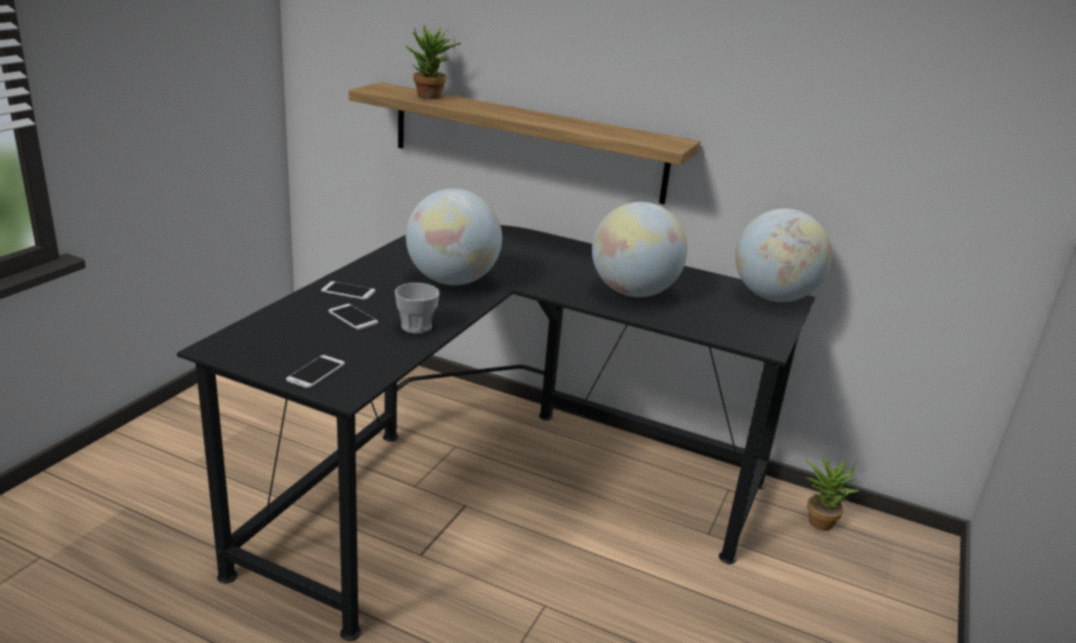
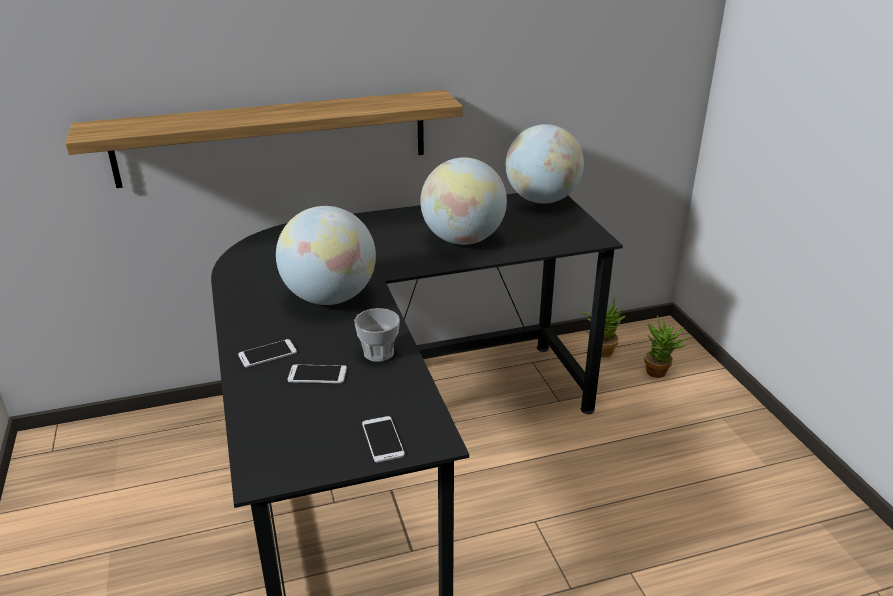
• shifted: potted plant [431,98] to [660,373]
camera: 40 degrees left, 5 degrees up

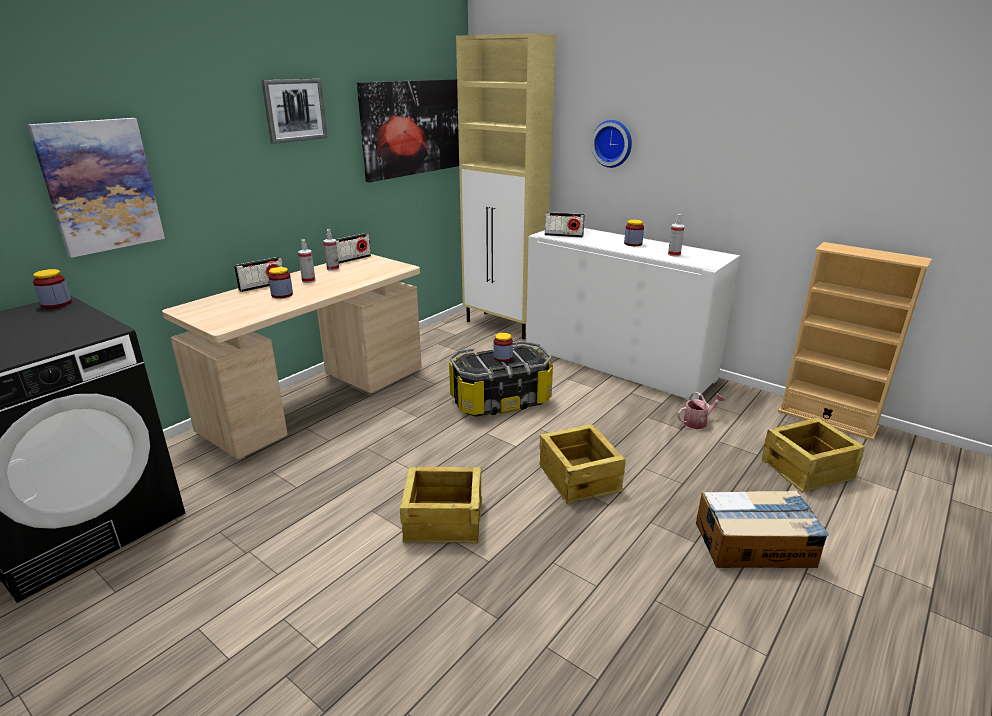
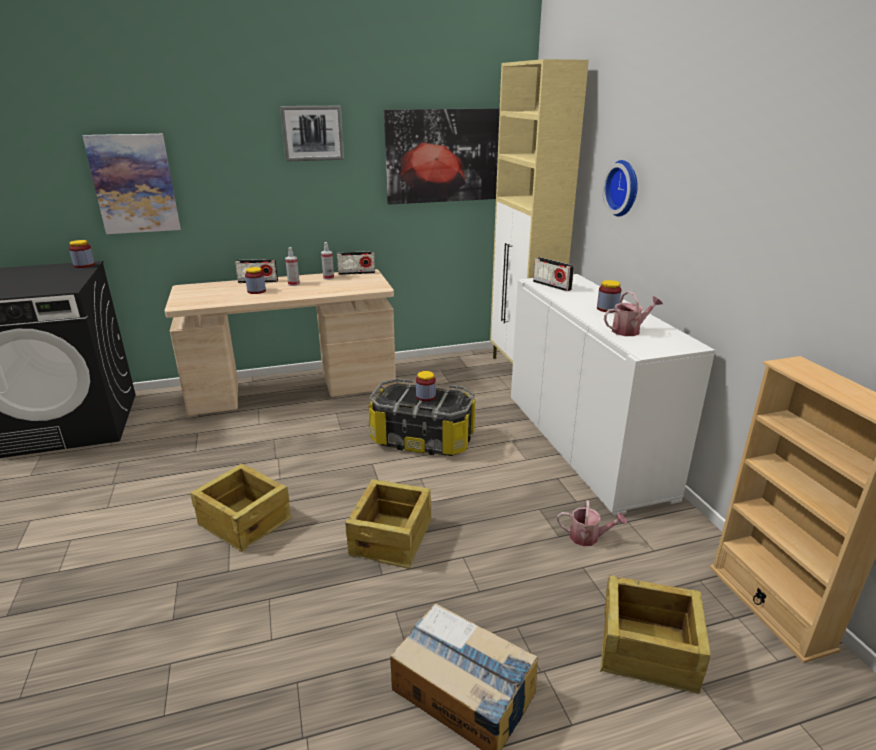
• swapped: spray bottle [674,254] to watering can [629,330]
camera: 35 degrees right, 0 degrees up

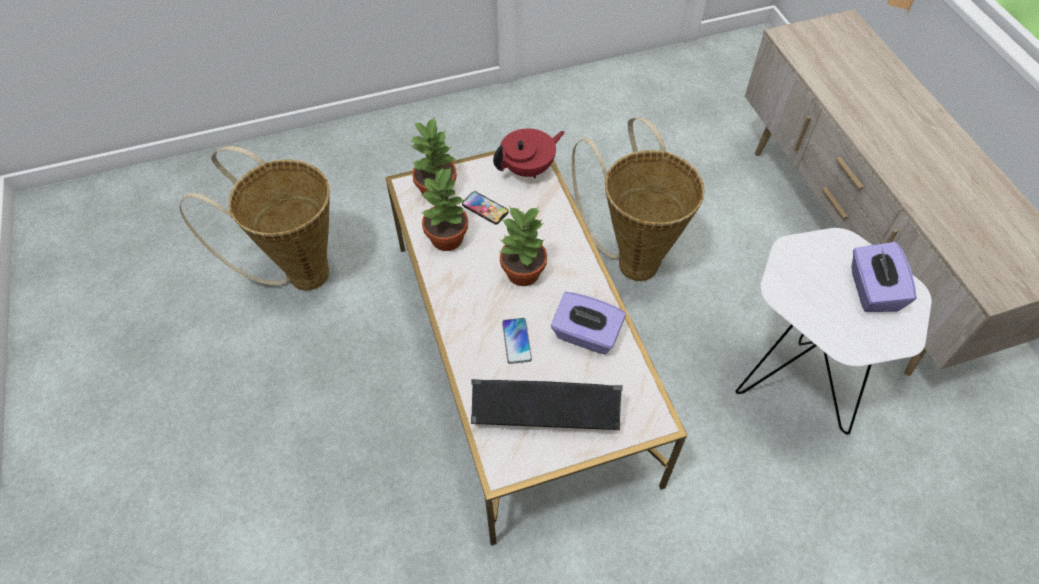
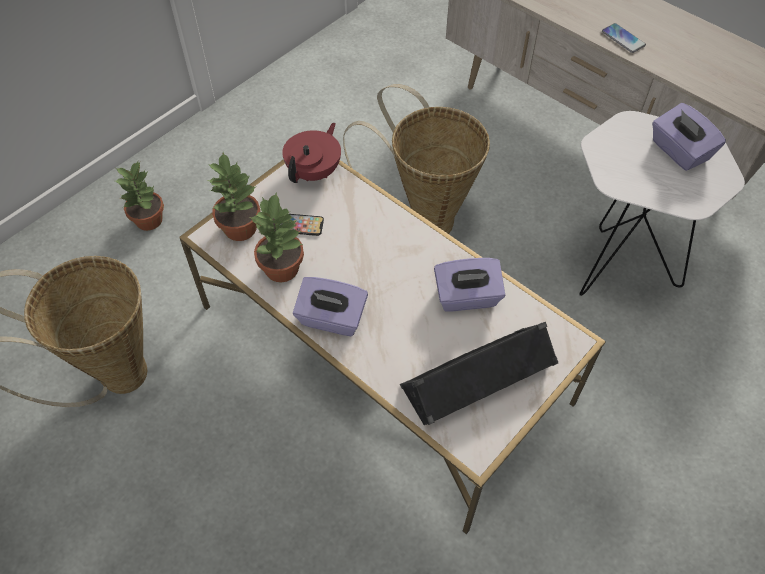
• shifted: potted plant [524,273] to [149,220]
• new: tissue box in purple [331,319]
• shifted: phone [516,341] to [623,39]
camera: 30 degrees left, 0 degrees up

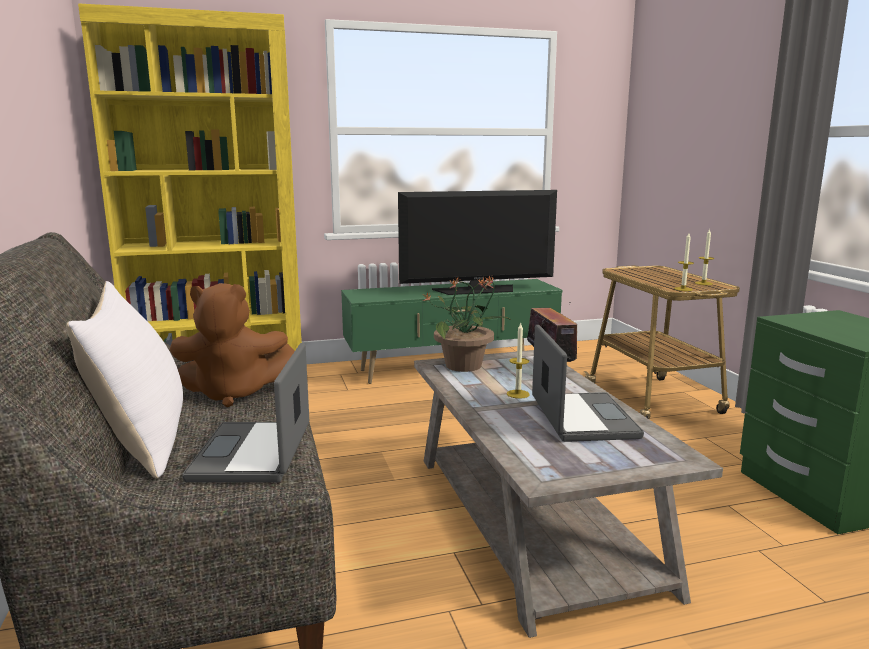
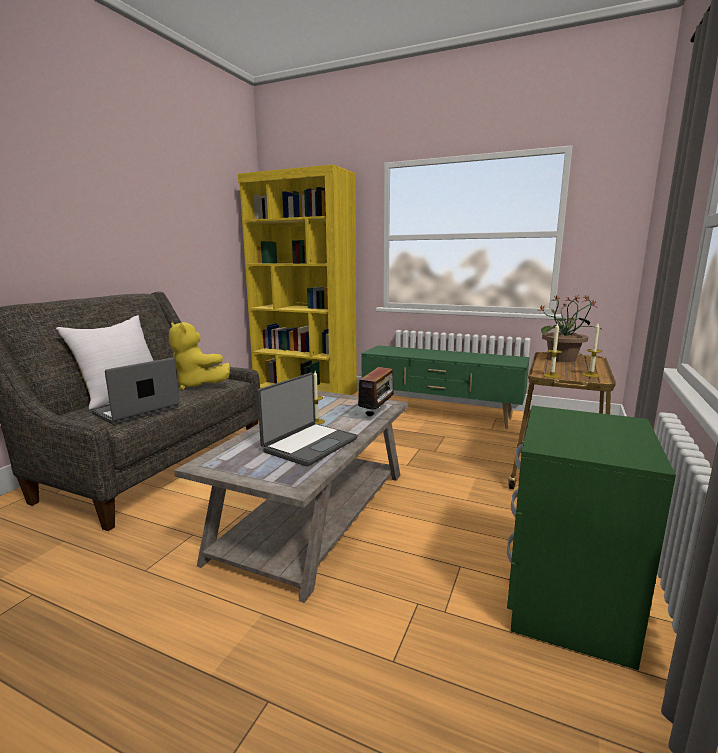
• repainted: plush toy in brown [234,394] to plush toy in yellow [198,385]
• shifted: potted plant [465,366] to [563,359]
• gone: television [477,290]
camera: 40 degrees right, 0 degrees up

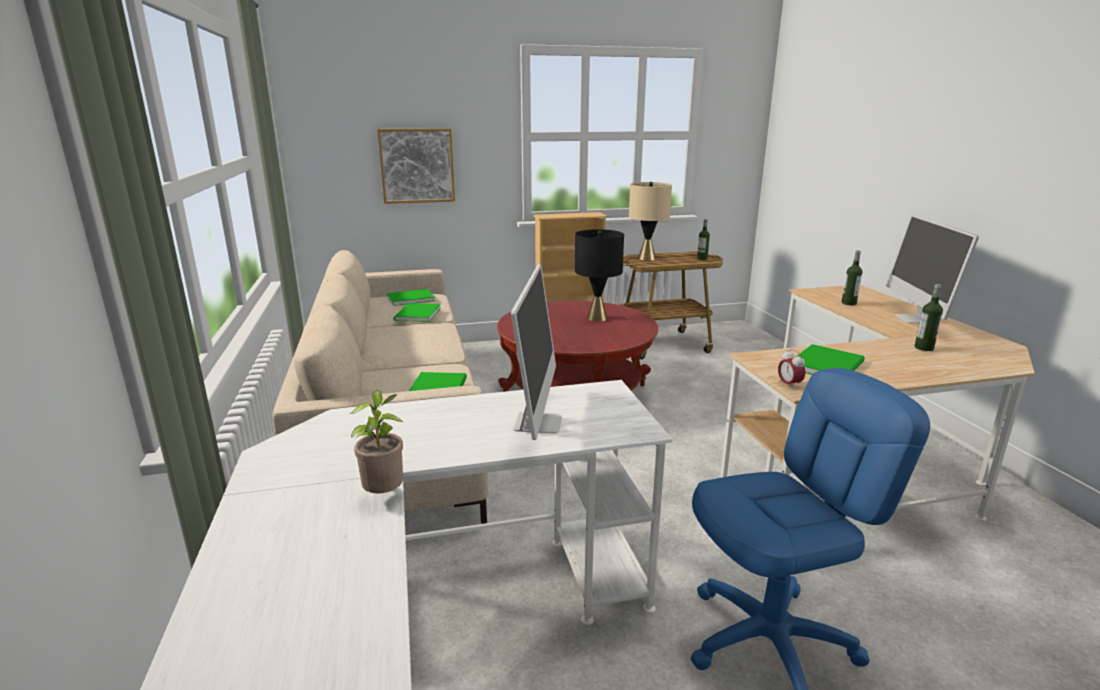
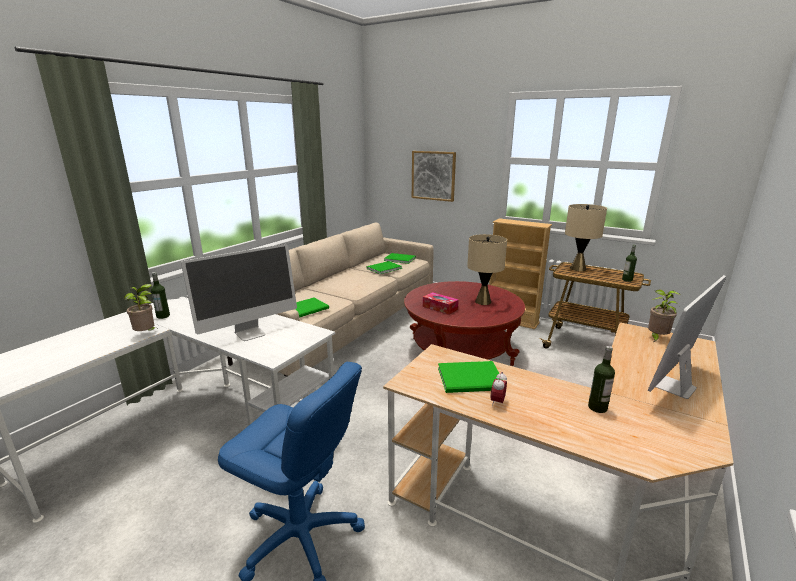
• shifted: bottle [848,303] to [163,316]
• new: tissue box [440,308]
• repainted: table lamp in black [597,318] to table lamp in beige [483,302]
• shifted: alarm clock [789,385] to [497,402]
• new: potted plant [656,338]
camera: 45 degrees right, 0 degrees up

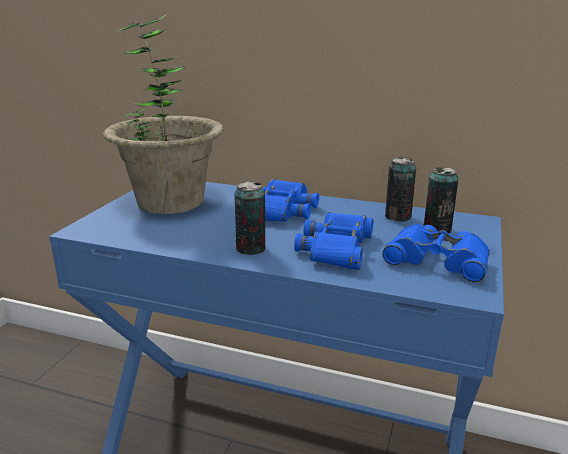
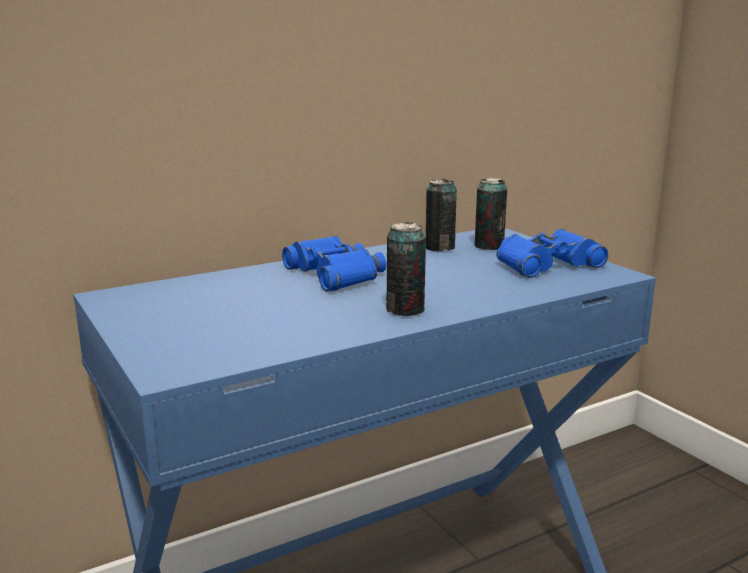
• gone: potted plant [170,202]
• gone: binoculars in blue [337,249]
camera: 50 degrees left, 5 degrees down

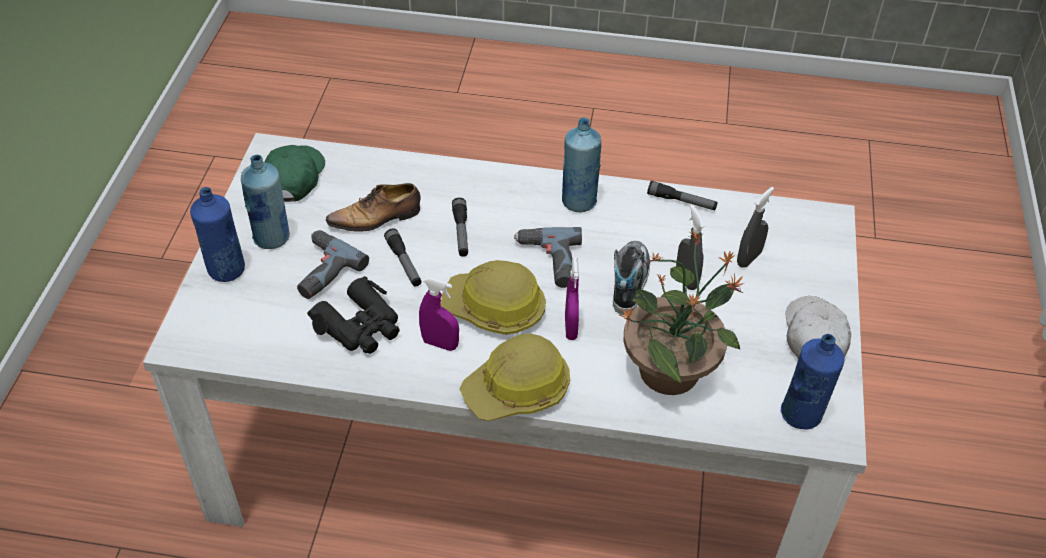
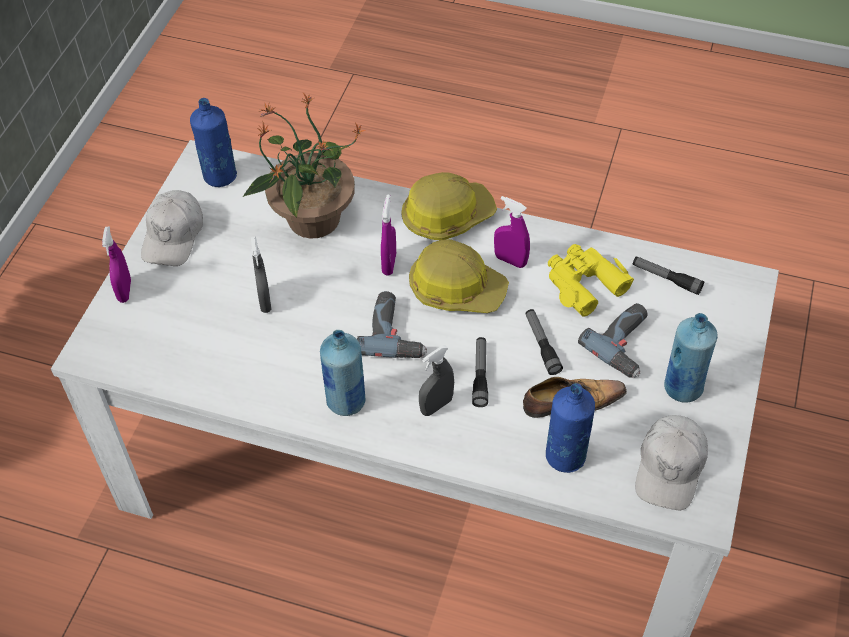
• new: spray bottle in purple [124,291]
• shifted: spray bottle in grey [749,258] to [436,406]
• shifted: bottle in blue [226,270] to [565,456]
• repainted: binoculars in black [360,326] to binoculars in yellow [583,283]
• shifted: flashlight [681,201] to [666,278]
• repainted: cap in green [293,178] to cap in white [670,468]
• gone: shoe [629,281]
camera: 170 degrees left, 5 degrees up

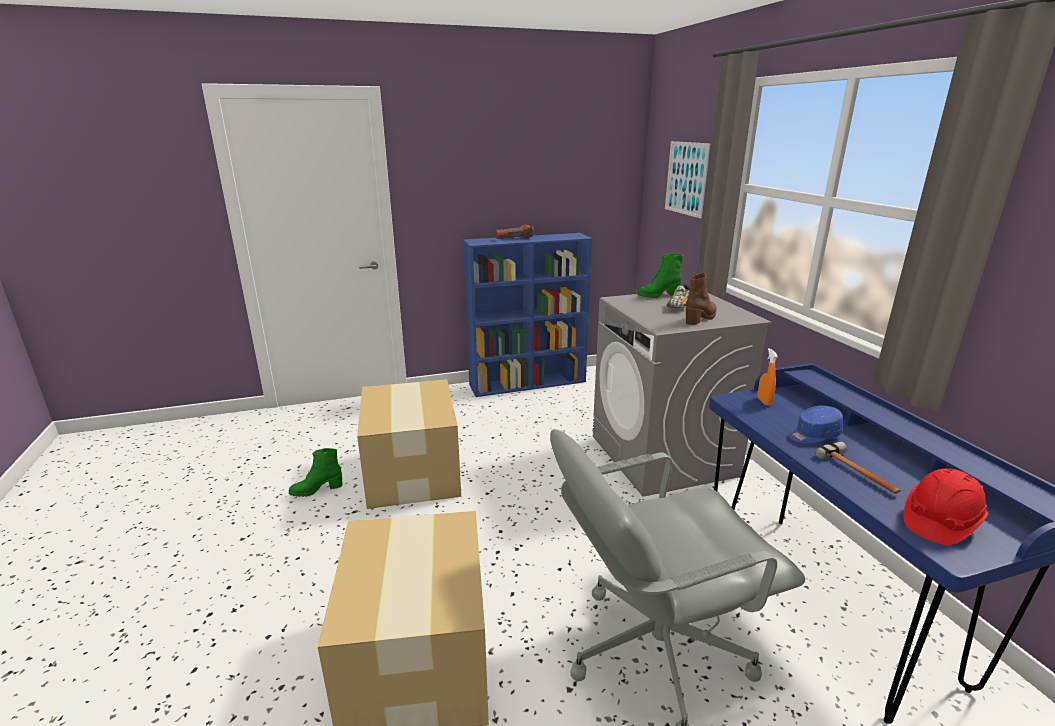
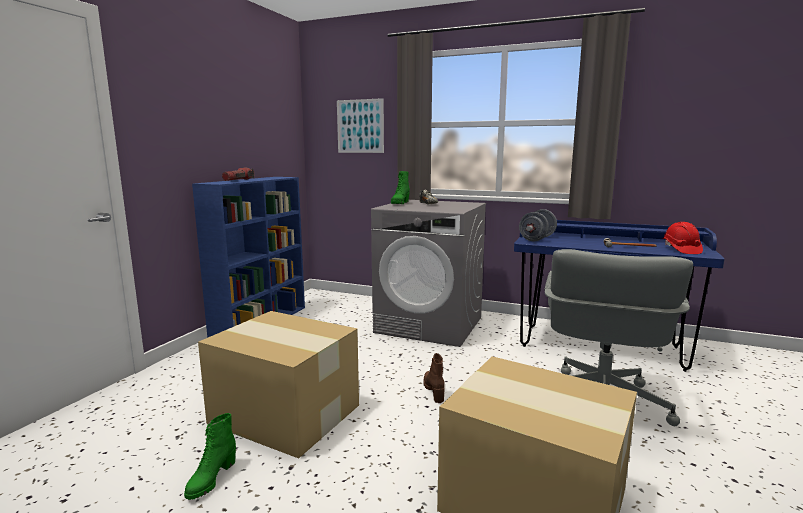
• shifted: boot in brown [701,318] to [434,391]
• swapped: spray bottle in orange [764,401] to dumbbell in grey [537,239]
• gone: cap in blue [813,435]
camera: 50 degrees left, 10 degrees down

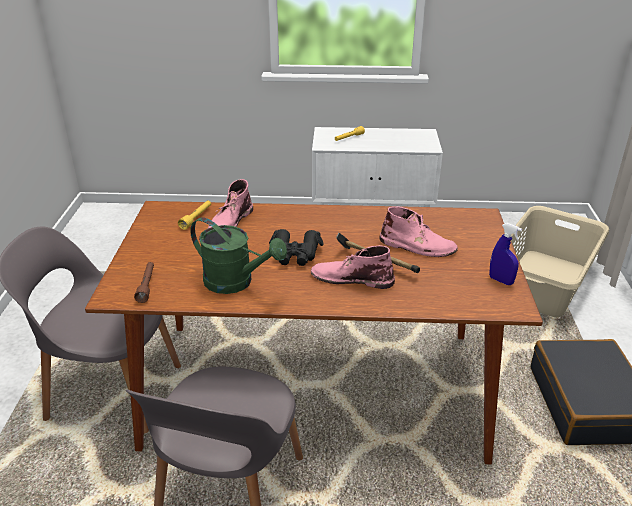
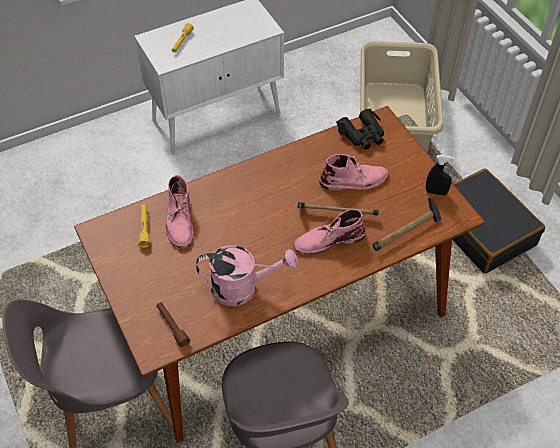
• repainted: watering can in green [236,282] to watering can in pink [243,287]
• shifted: binoculars in black [295,254] to [362,134]
• new: hammer [407,233]
• repainted: spray bottle in blue [501,280] to spray bottle in black [436,192]
camera: 30 degrees left, 20 degrees up

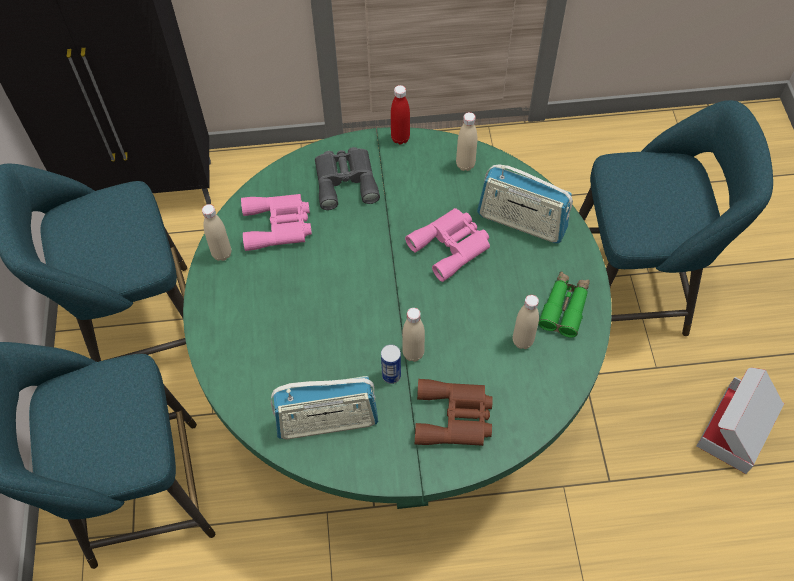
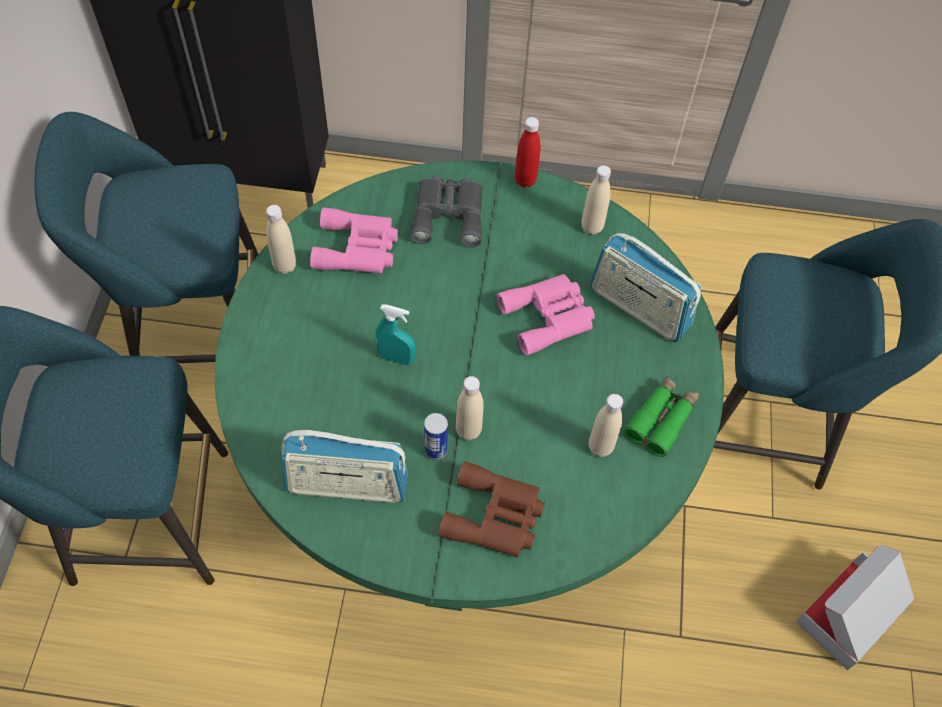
• new: spray bottle in turquoise [396,358]
camera: 10 degrees right, 0 degrees up

